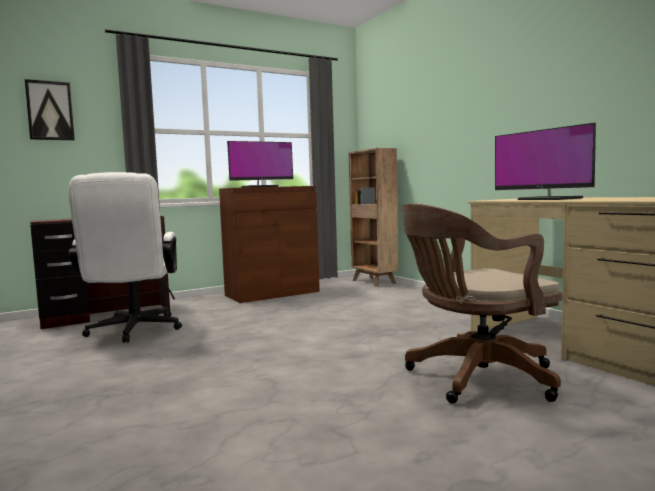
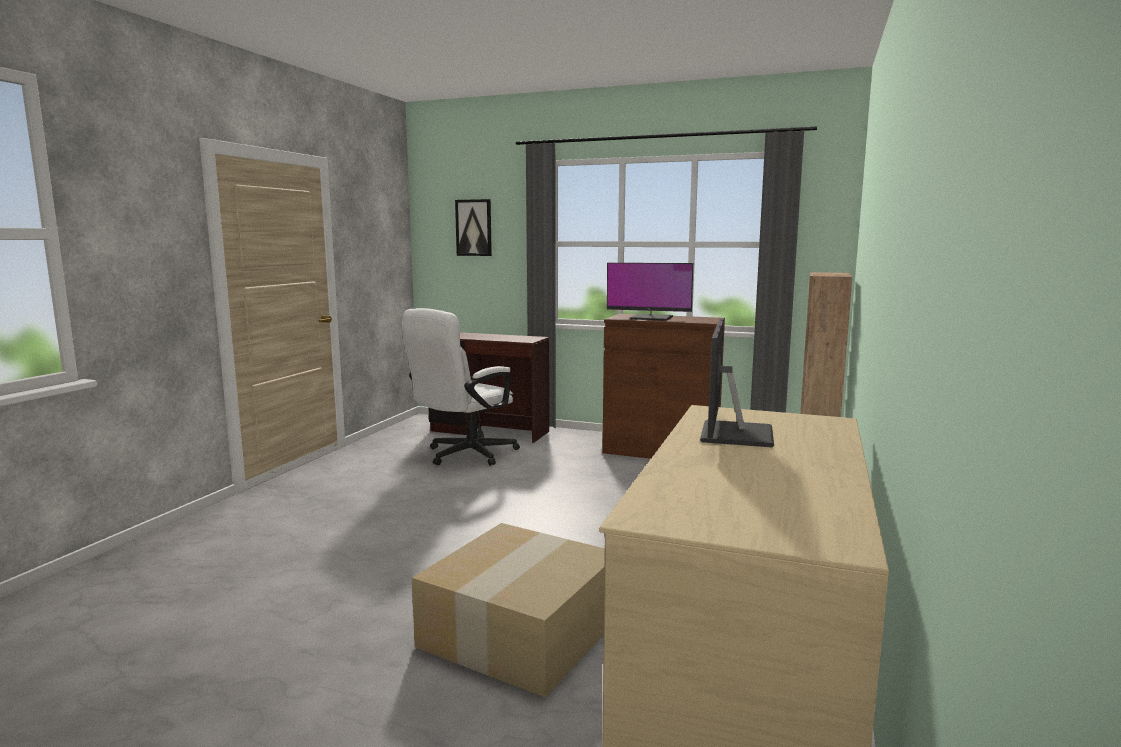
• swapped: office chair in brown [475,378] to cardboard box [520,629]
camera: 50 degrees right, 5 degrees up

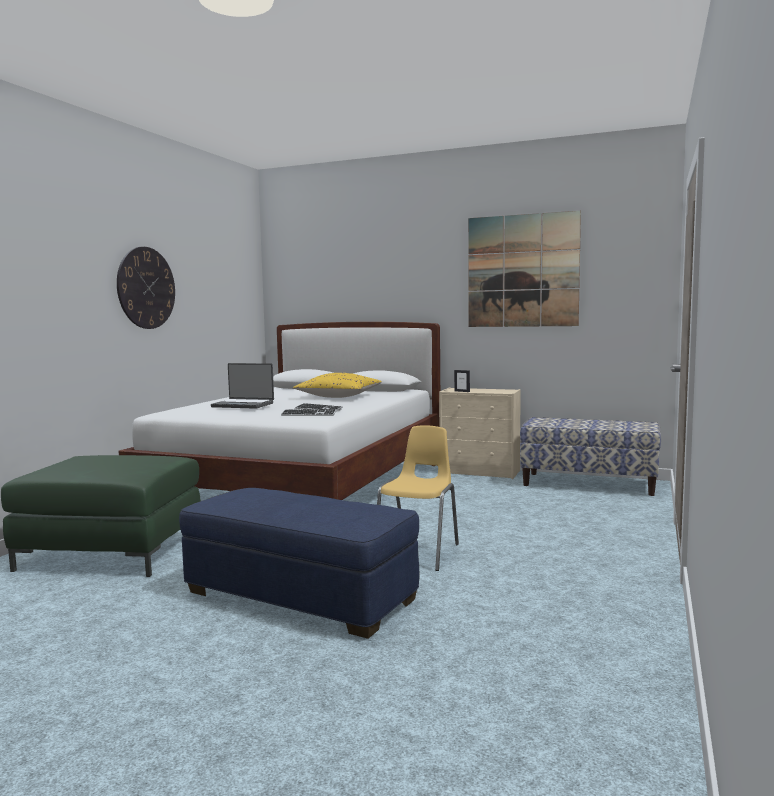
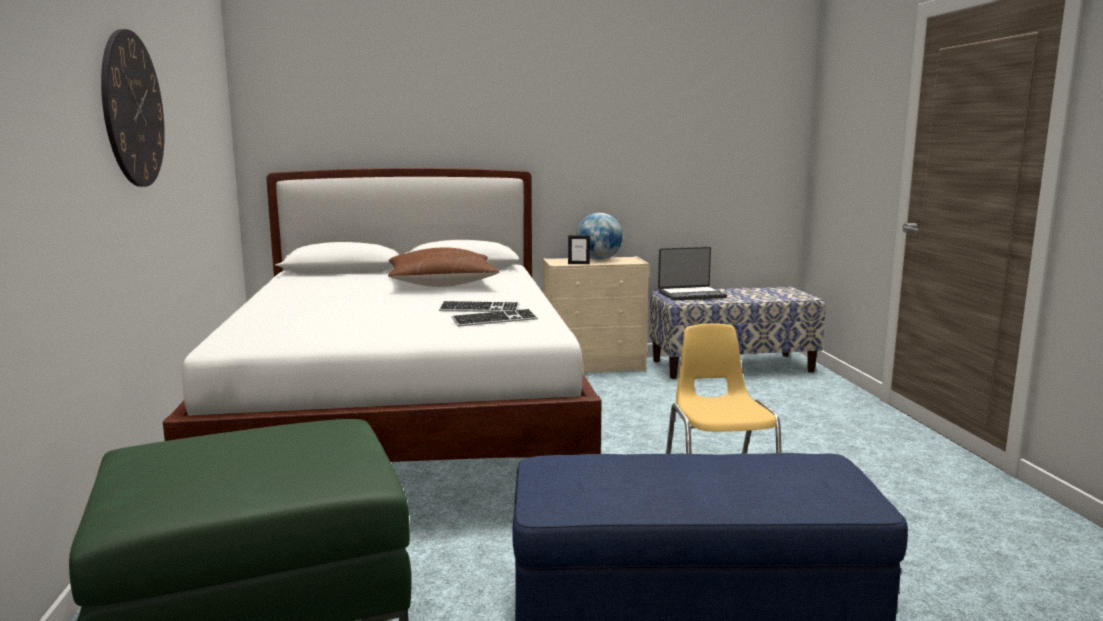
• repainted: pillow in yellow [338,397] to pillow in brown [441,284]
• new: globe [598,259]
• shifted: laptop [243,405] to [691,295]
• gone: picture [522,271]
camera: 30 degrees left, 5 degrees up

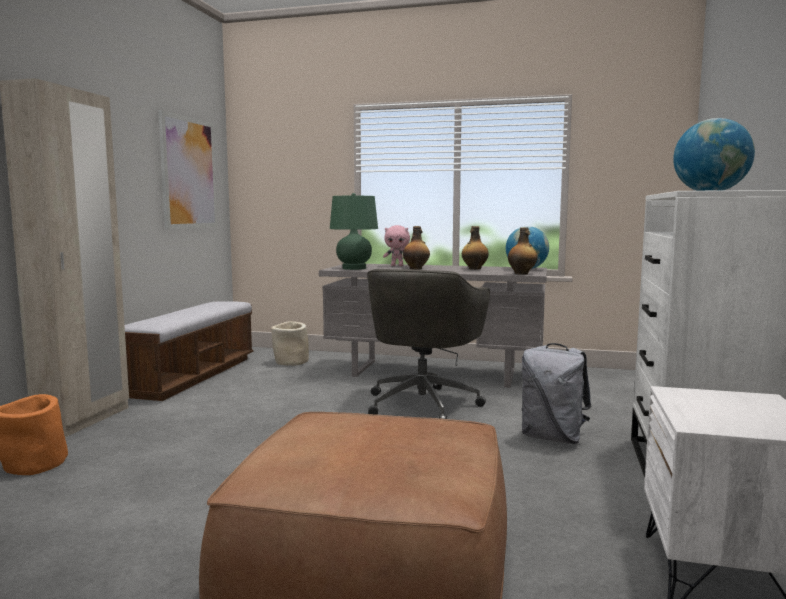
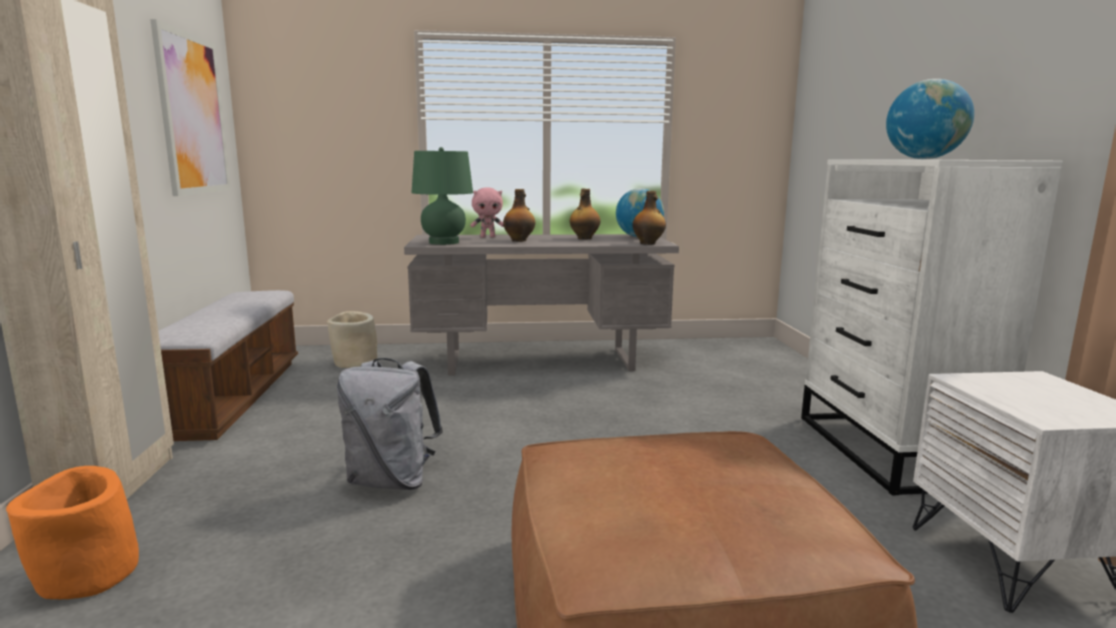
• shifted: backpack in grey [553,438] to [392,481]
• gone: office chair in grey [423,403]
camera: 20 degrees left, 5 degrees up

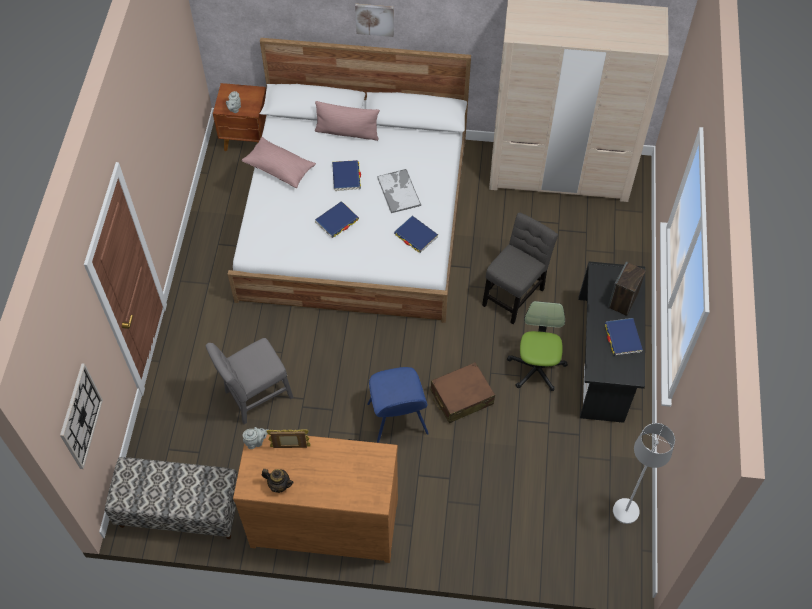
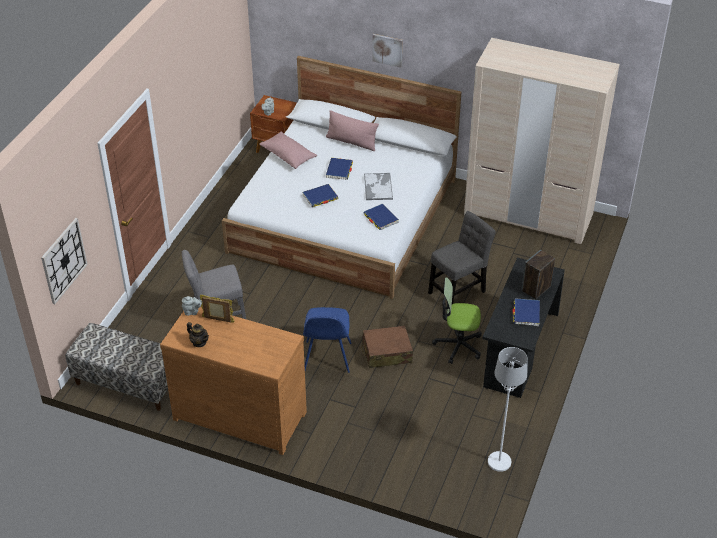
• rotated: office chair [536,368] = [458,345] 105 degrees counterclockwise
camera: 15 degrees right, 15 degrees down

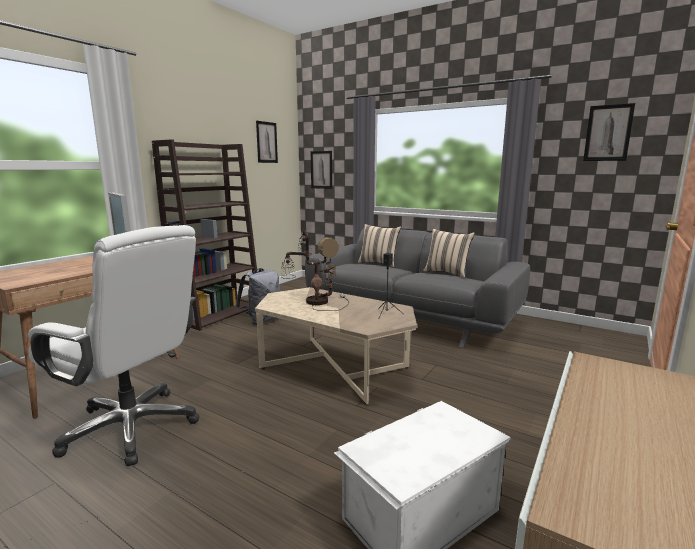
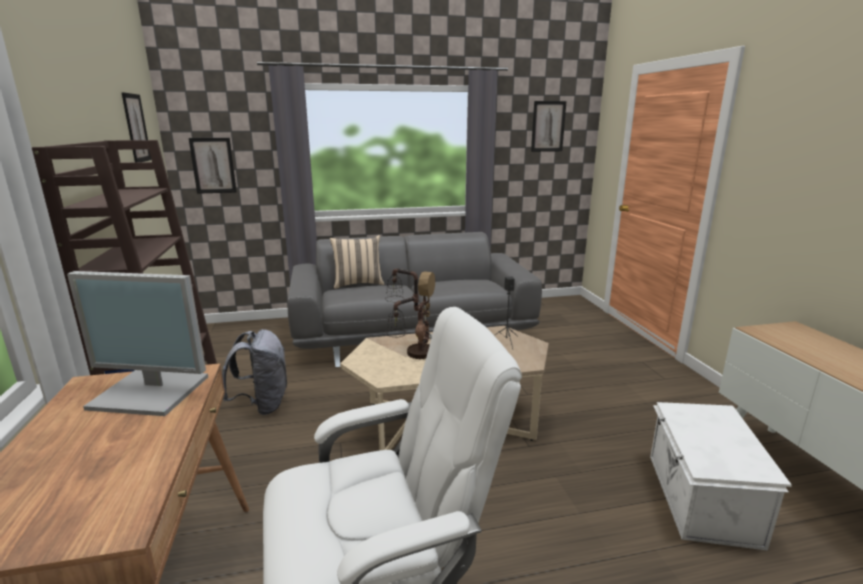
• gone: pillow in beige [447,273]
camera: 45 degrees left, 5 degrees up

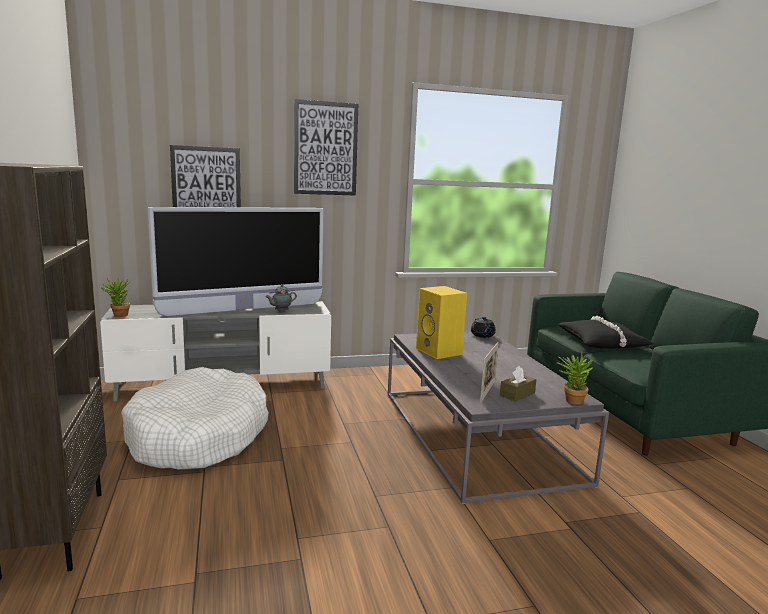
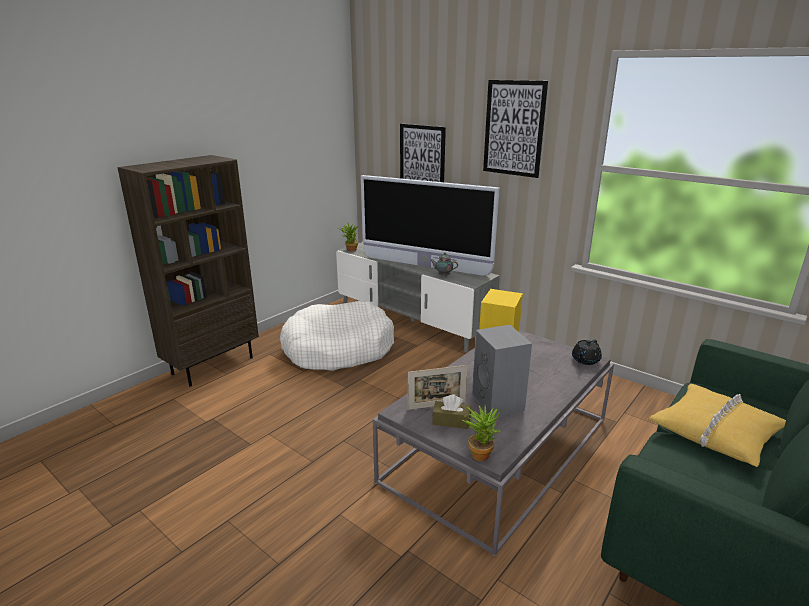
• new: speaker in grey [499,402]
• repainted: pillow in black [602,342] to pillow in yellow [716,432]
camera: 55 degrees right, 10 degrees up

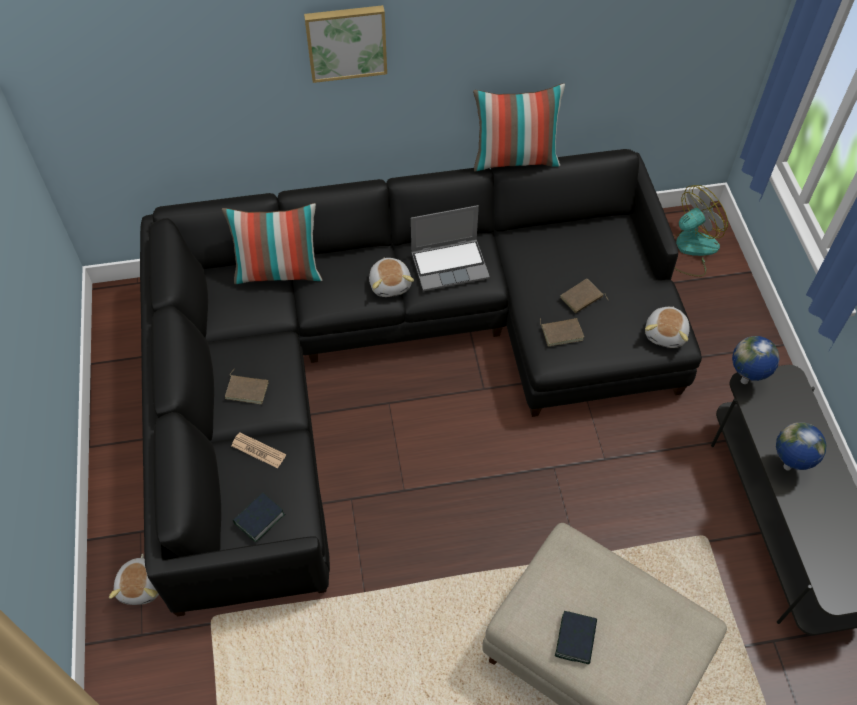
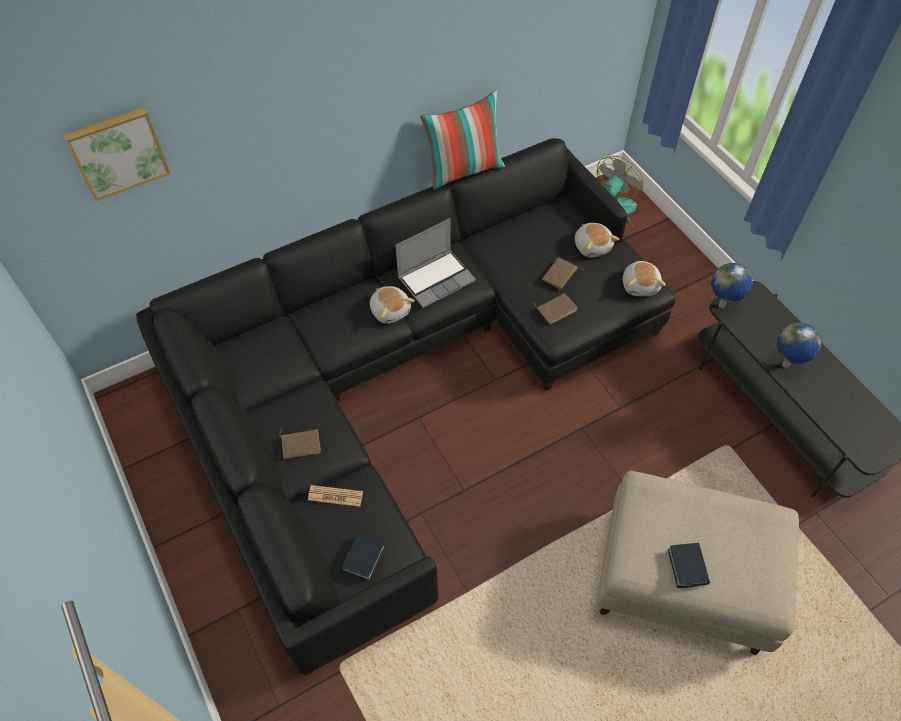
• shifted: picture [346,41] to [118,152]
• shifted: plush toy [142,585] to [592,246]
• gone: pillow [279,272]
camera: 20 degrees left, 0 degrees up

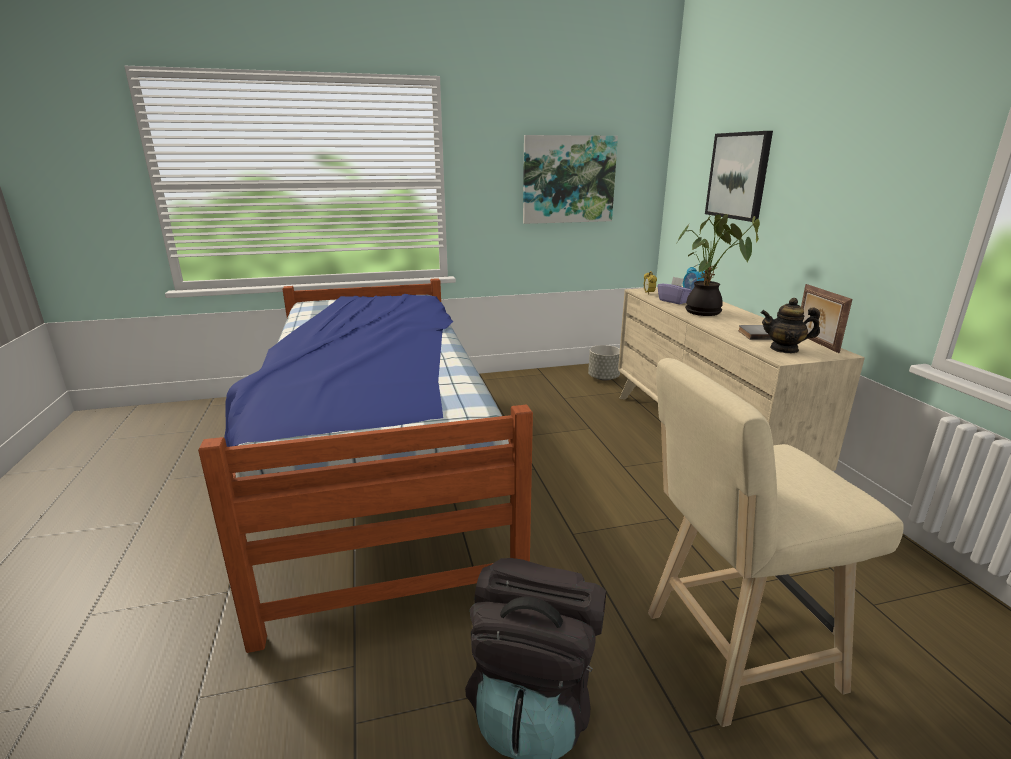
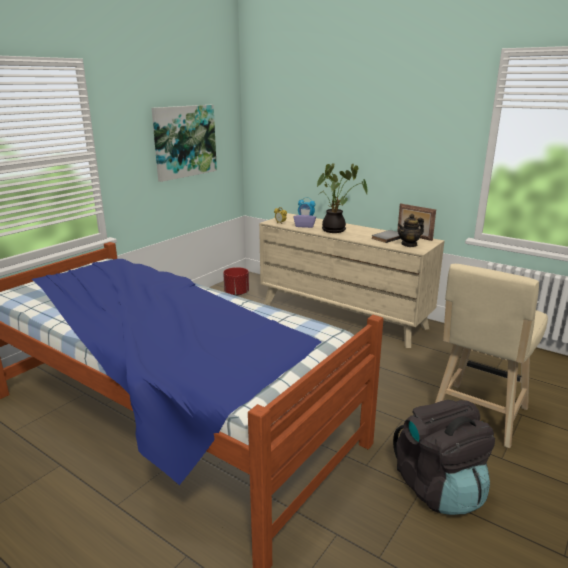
• repainted: planter in grey [603,378] to planter in red [236,293]
• gone: picture [738,176]
camera: 40 degrees left, 0 degrees up

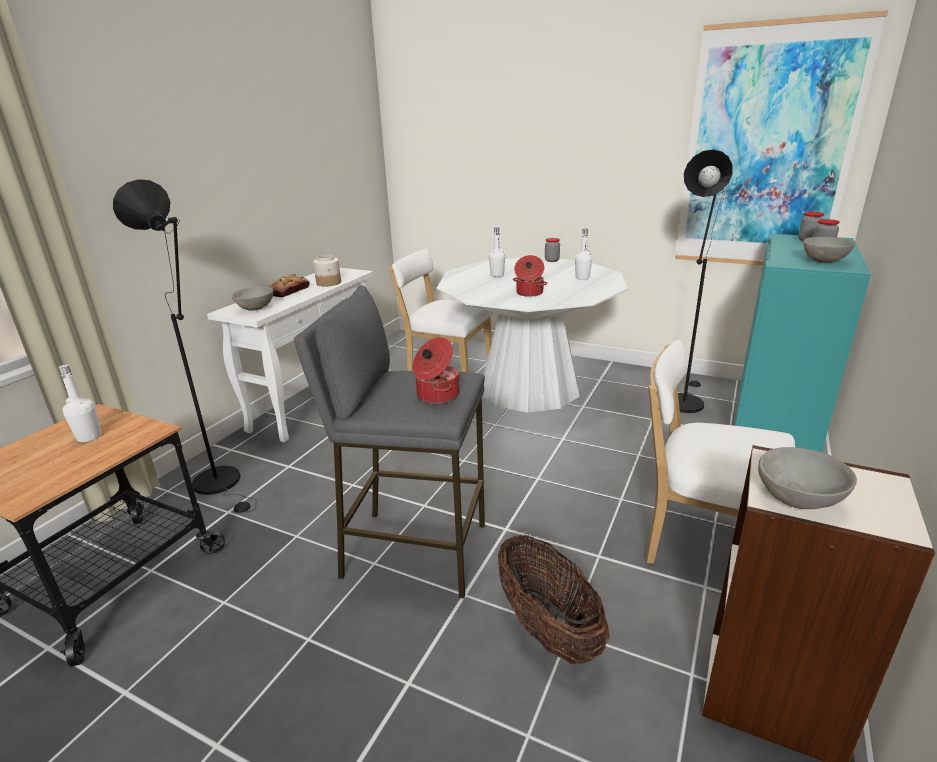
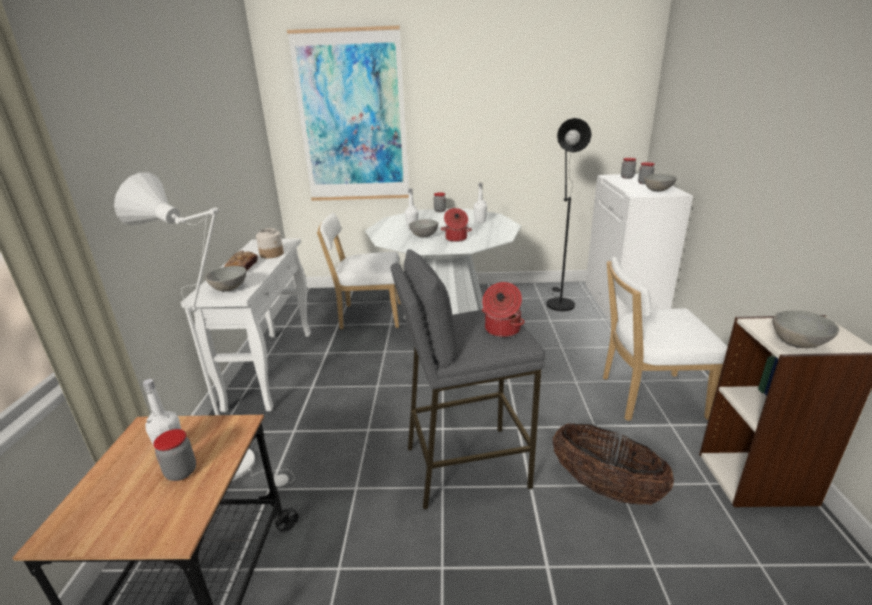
• repainted: floor lamp in black [222,484] to floor lamp in white [240,466]
• new: jar [181,472]
• shifted: picture [767,151] to [352,119]
• new: bowl in grey [423,236]
• repainted: cabinet in turquoise [776,422] to cabinet in white [623,305]
camera: 25 degrees left, 0 degrees up

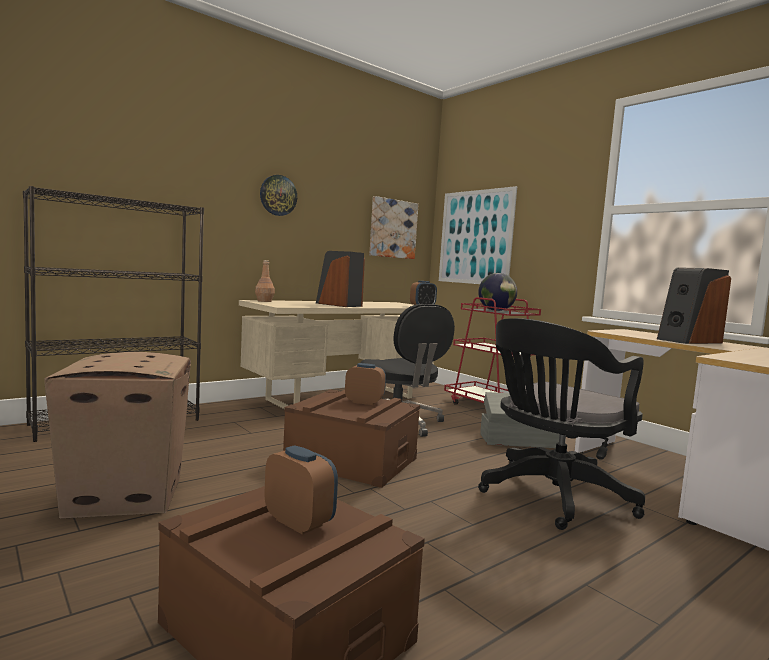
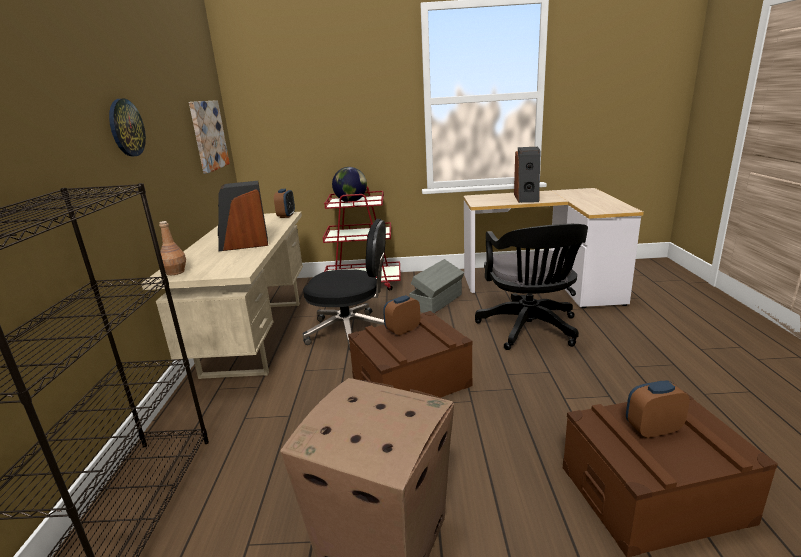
• gone: picture [475,237]
camera: 50 degrees left, 15 degrees up

